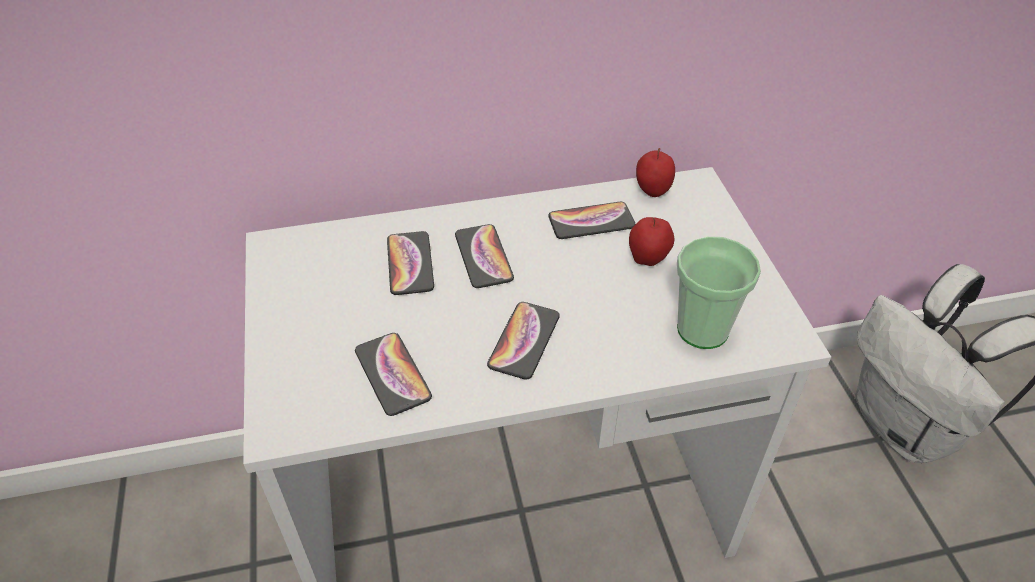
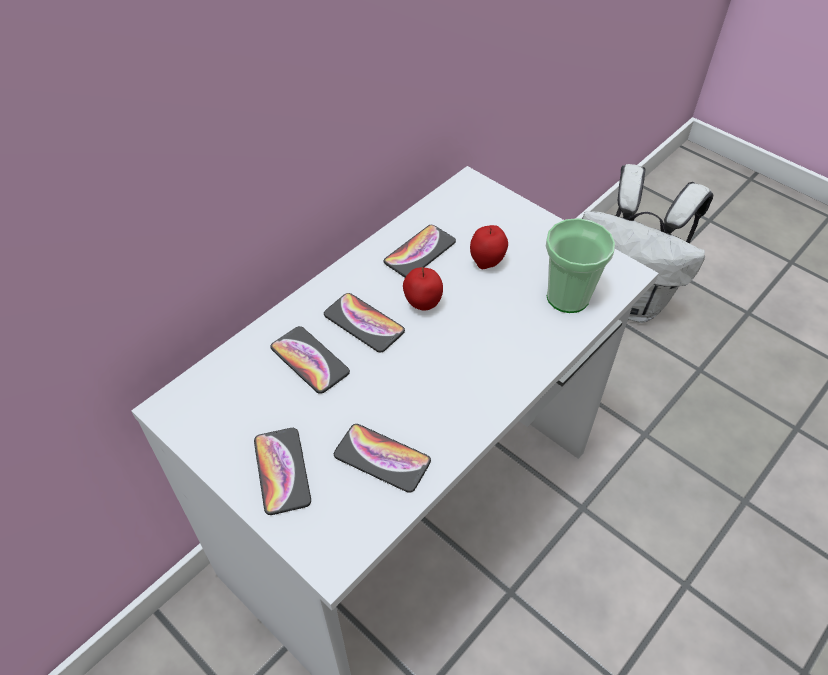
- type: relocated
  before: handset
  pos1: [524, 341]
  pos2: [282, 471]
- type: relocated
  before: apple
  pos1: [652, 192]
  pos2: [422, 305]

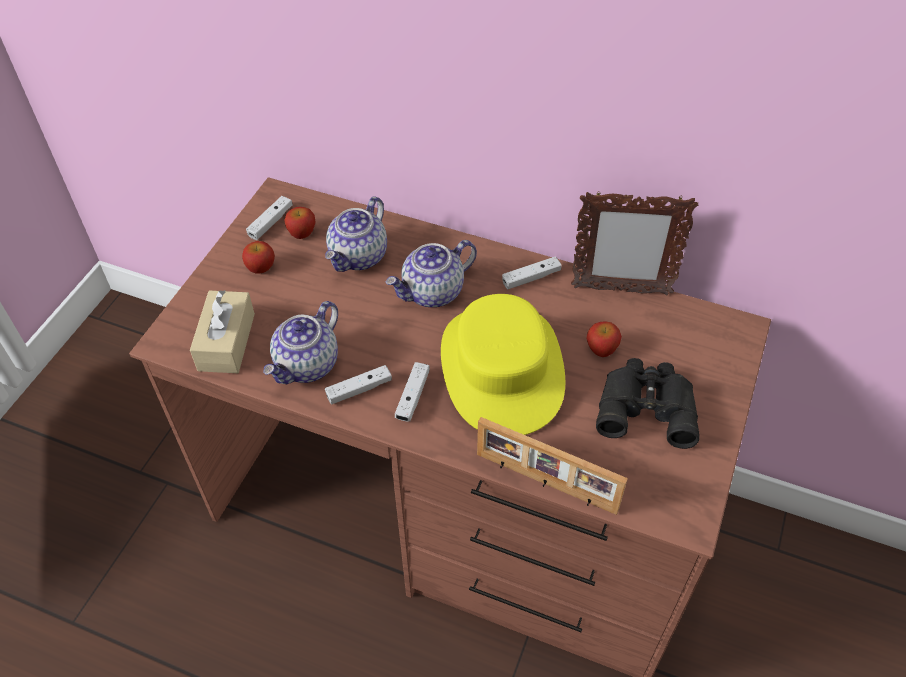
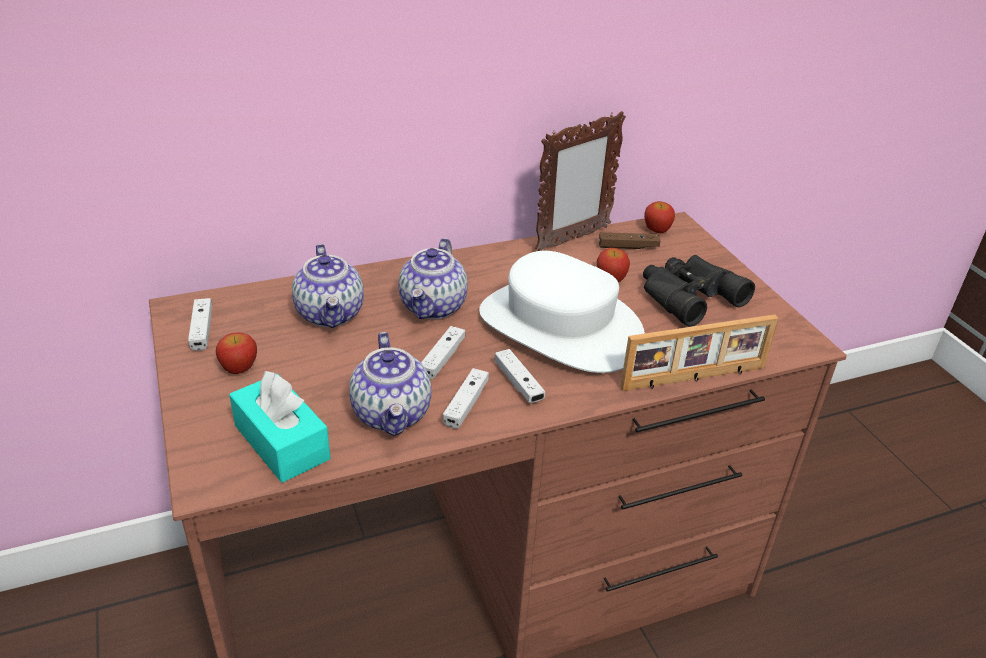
- type: colour
  before: beige-coloured_box_of_tissues
  after: blue-green_box_of_tissues
  pos1: [226, 342]
  pos2: [282, 442]
- type: relocated
  before: apple
  pos1: [302, 233]
  pos2: [657, 230]
- type: colour
  before: yellowish_hat
  after: whitish_hat
  pos1: [501, 368]
  pos2: [559, 327]
- type: relocated
  before: whitish_game_controller
  pos1: [531, 278]
  pos2: [442, 358]
- type: appeared
  after: brown_game_controller
  pos2: [628, 247]

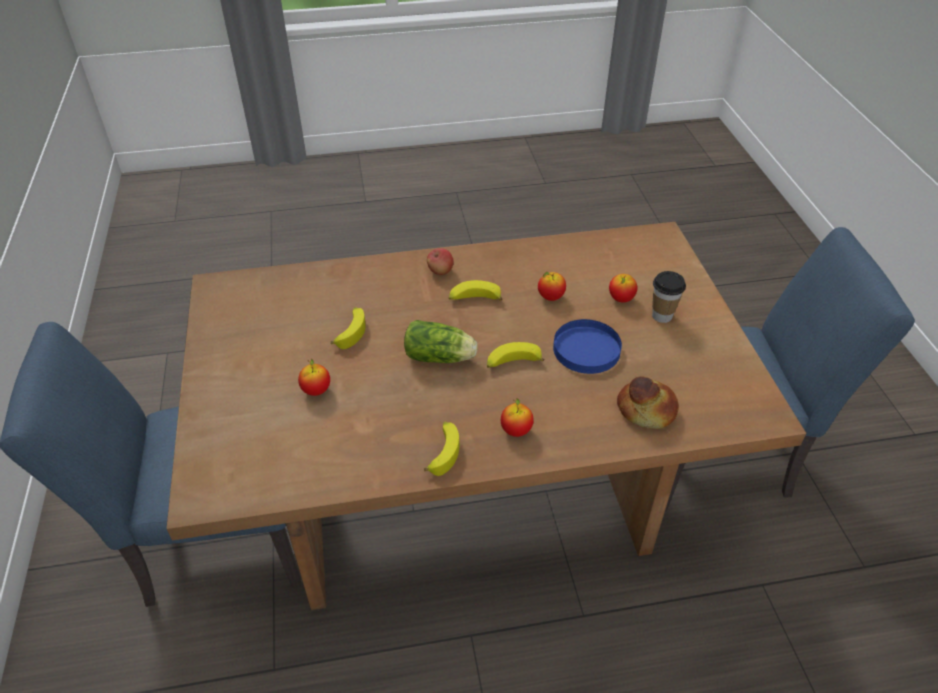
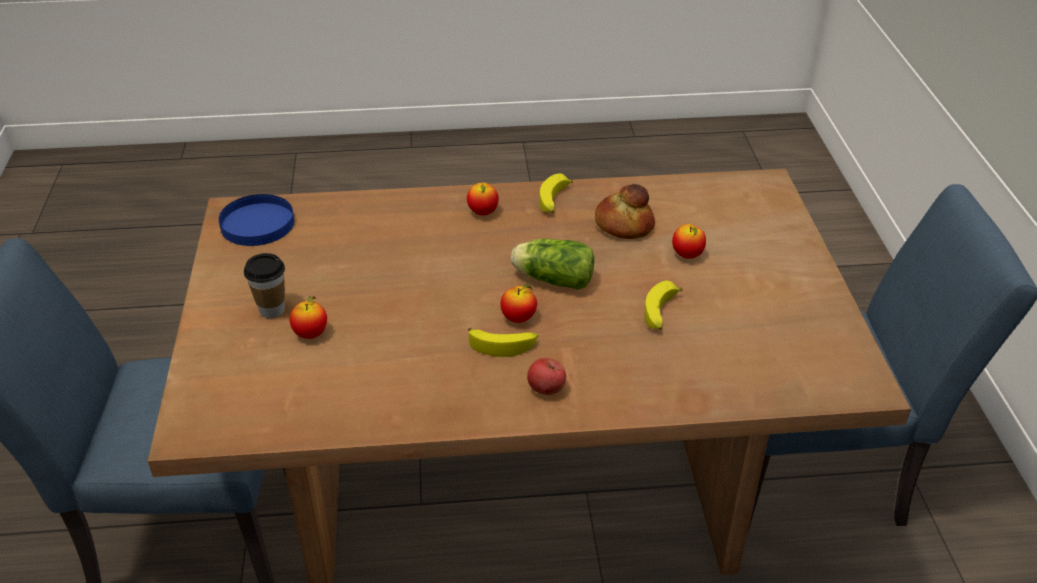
- type: missing
  before: banana_fruit
  pos1: [512, 363]
- type: relocated
  before: apple
  pos1: [550, 297]
  pos2: [518, 318]
- type: relocated
  before: blue-coloured_dinner_plate
  pos1: [587, 349]
  pos2: [257, 223]
- type: relocated
  before: bread
  pos1: [646, 411]
  pos2: [624, 225]

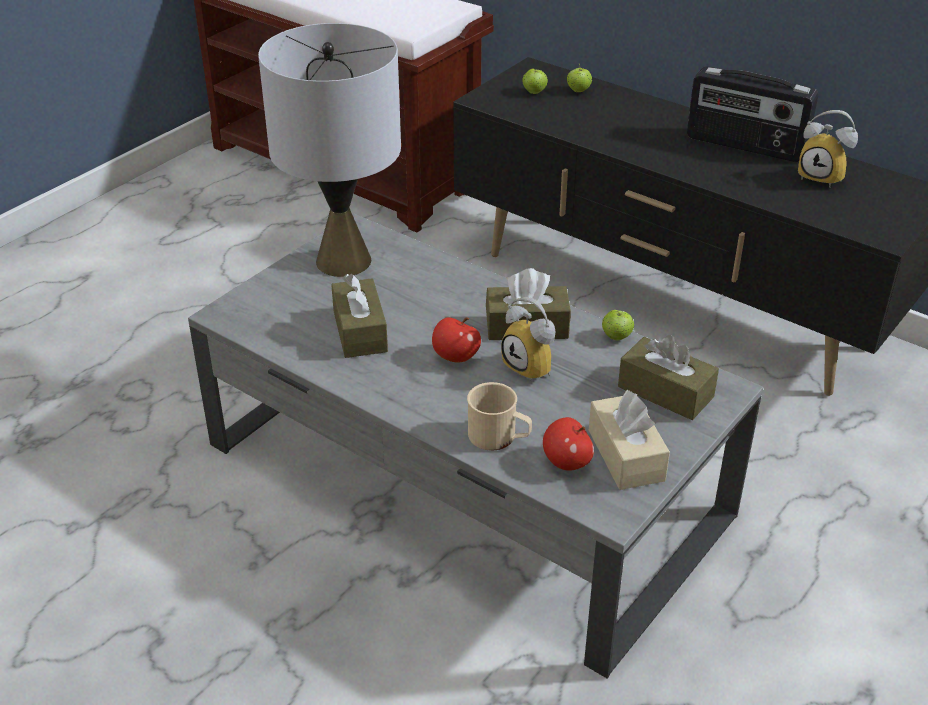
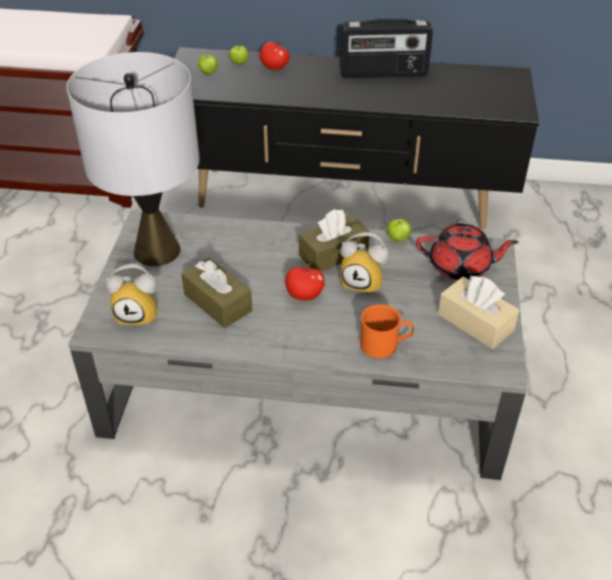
- type: colour
  before: beige-coloured_mug
  after: orange_mug
  pos1: [499, 437]
  pos2: [385, 344]
- type: relocated
  before: apple
  pos1: [567, 462]
  pos2: [274, 68]
- type: exchanged
  before: brown_box_of_tissues
  after: red-coloured_teapot
  pos1: [665, 392]
  pos2: [461, 267]
- type: relocated
  before: alarm_clock
  pos1: [823, 177]
  pos2: [139, 314]

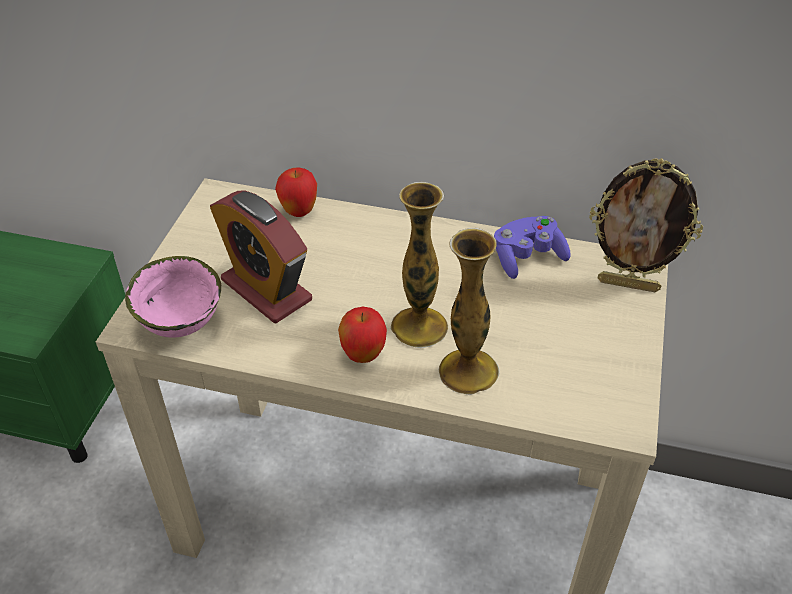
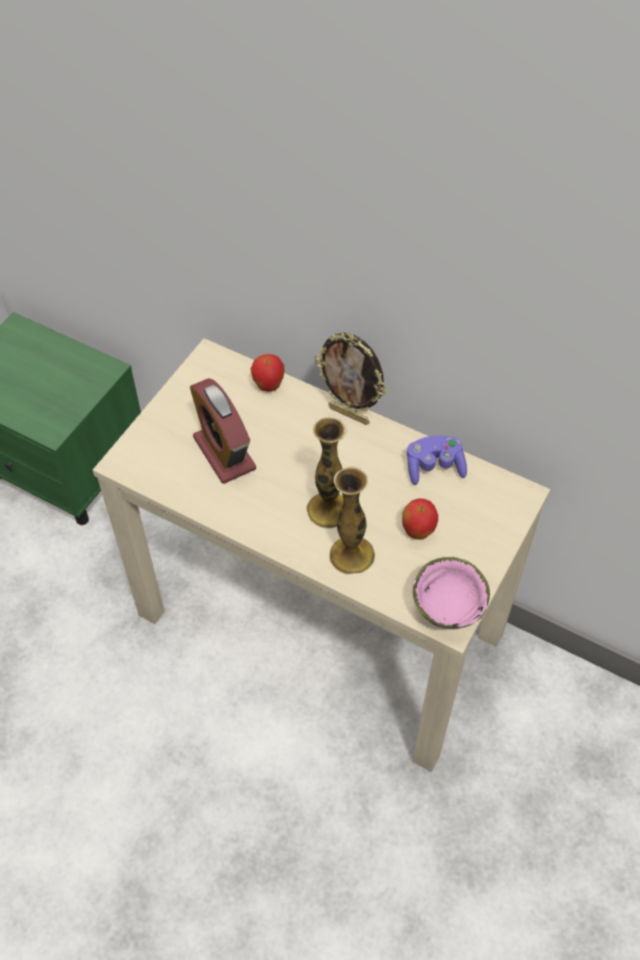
- type: relocated
  before: pinkish_deep_dish
  pos1: [183, 323]
  pos2: [448, 609]
- type: relocated
  before: apple
  pos1: [363, 355]
  pos2: [418, 532]
- type: relocated
  before: picture_frame
  pos1: [628, 284]
  pos2: [350, 414]

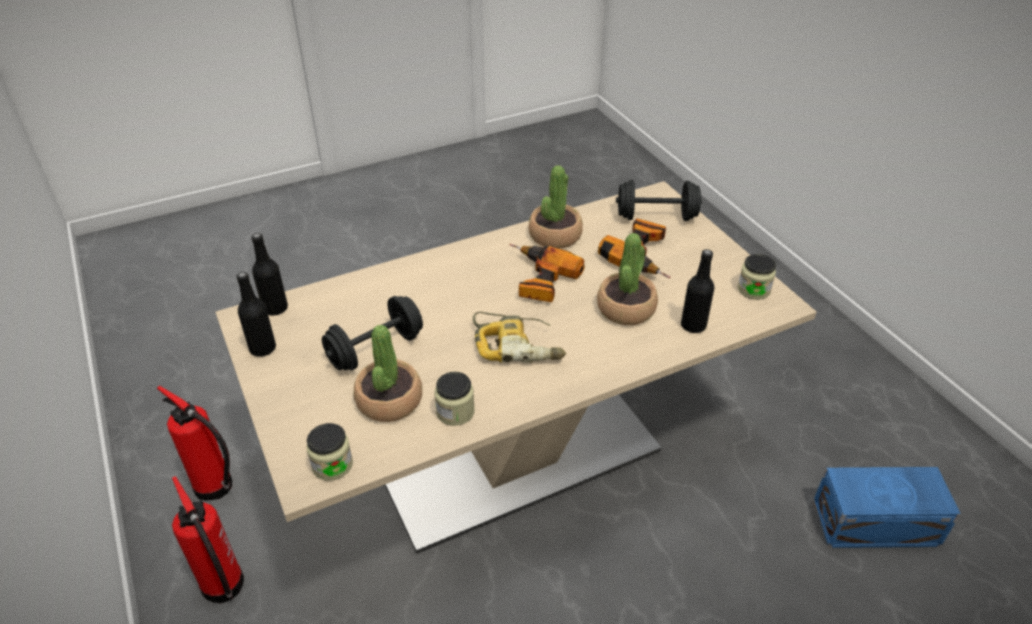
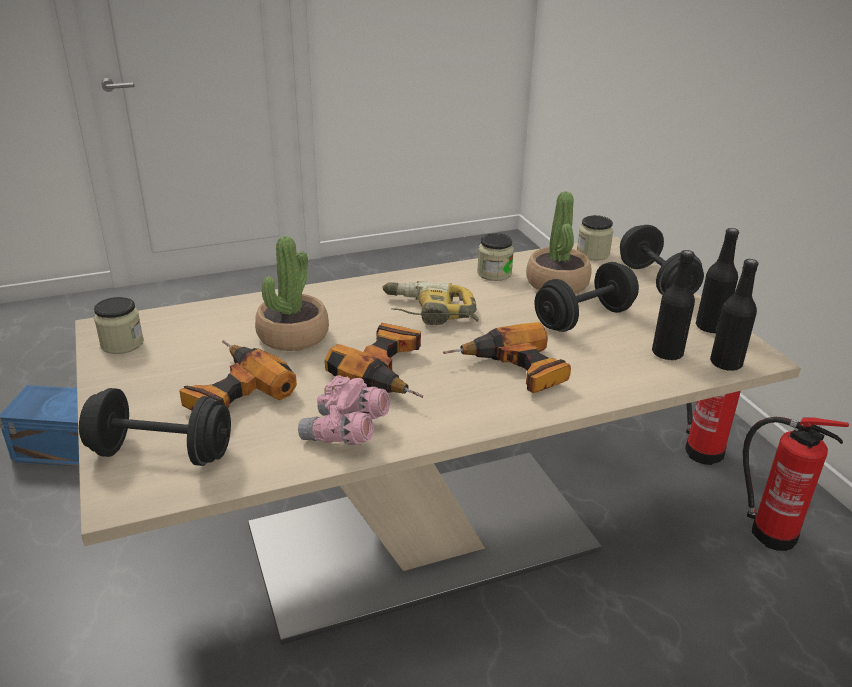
- type: exchanged
  before: houseplant
  after: pinkish_binoculars
  pos1: [555, 235]
  pos2: [345, 433]
- type: relocated
  before: blackish_beverage_bottle
  pos1: [693, 325]
  pos2: [667, 353]
- type: appeared
  after: electric_drill
  pos2: [514, 371]
- type: appeared
  after: blackish_free_weight
  pos2: [656, 282]

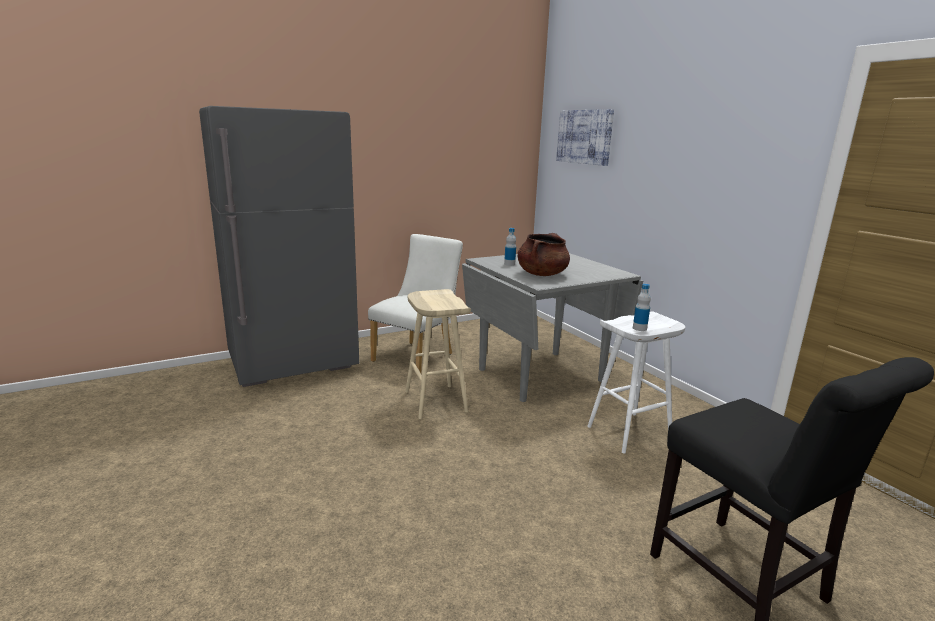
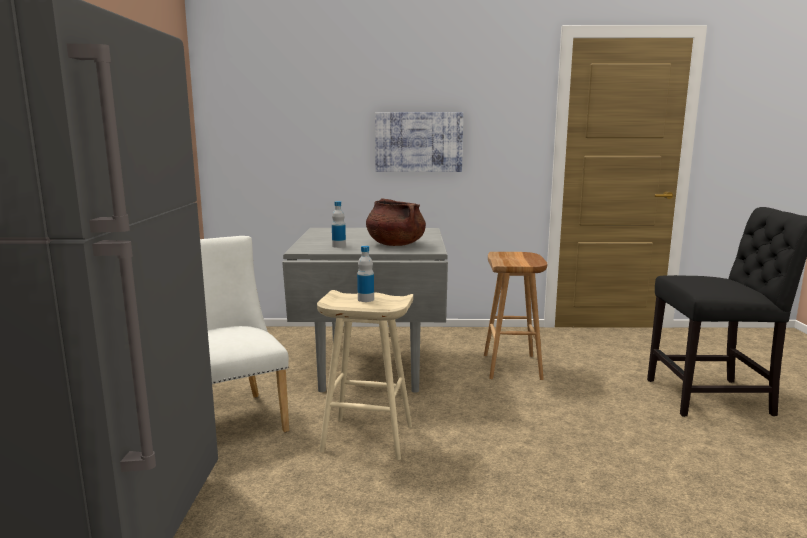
- type: relocated
  before: wall_art
  pos1: [584, 137]
  pos2: [418, 142]
- type: colour
  before: whitish_stool_seat
  after: brown_stool_seat
  pos1: [629, 433]
  pos2: [513, 367]
- type: relocated
  before: beverage_bottle
  pos1: [639, 328]
  pos2: [366, 299]

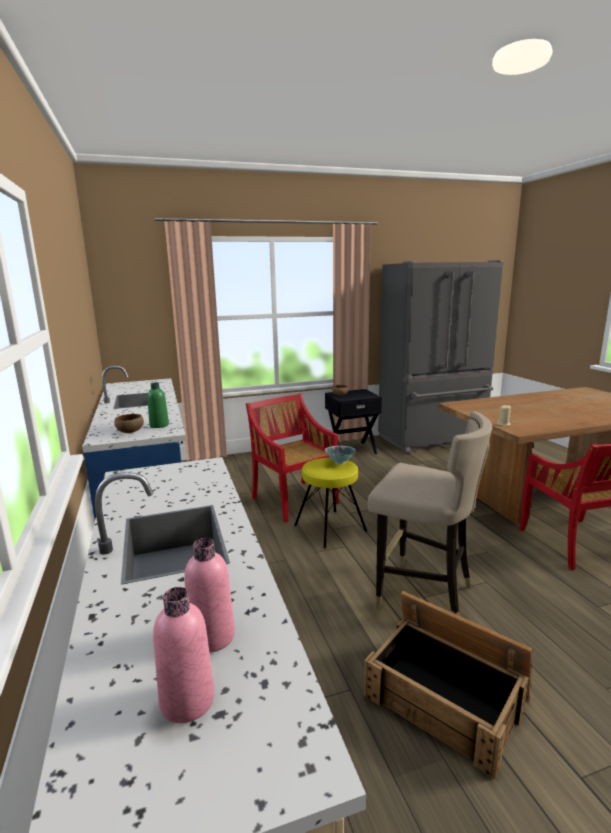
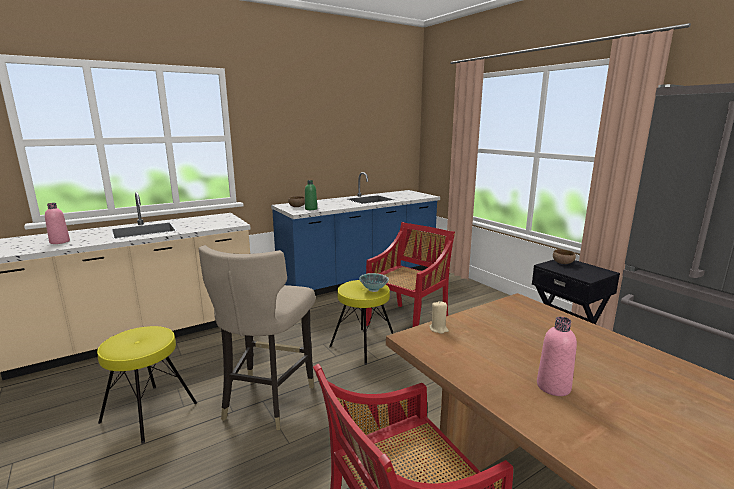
- type: relocated
  before: pinkish_beverage_bottle
  pos1: [187, 700]
  pos2: [553, 387]
- type: exchanged
  before: packing_crate
  after: yellowish_stool_seat
  pos1: [446, 697]
  pos2: [149, 413]

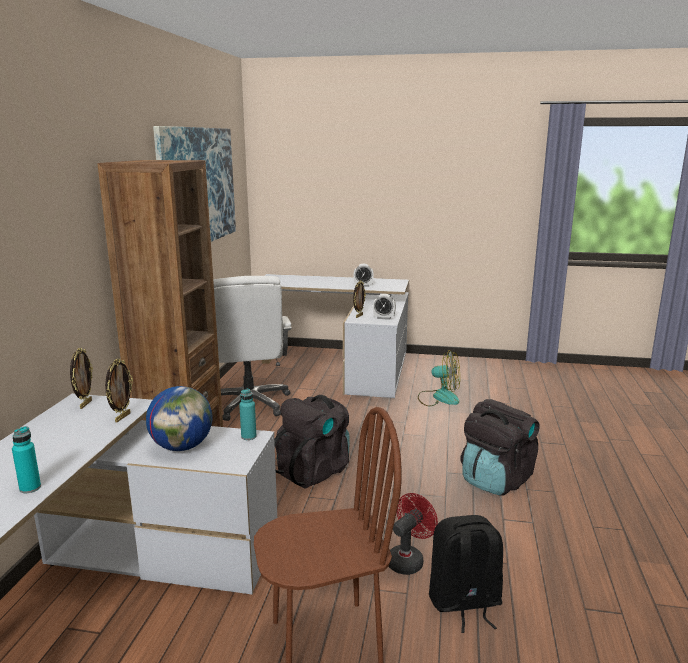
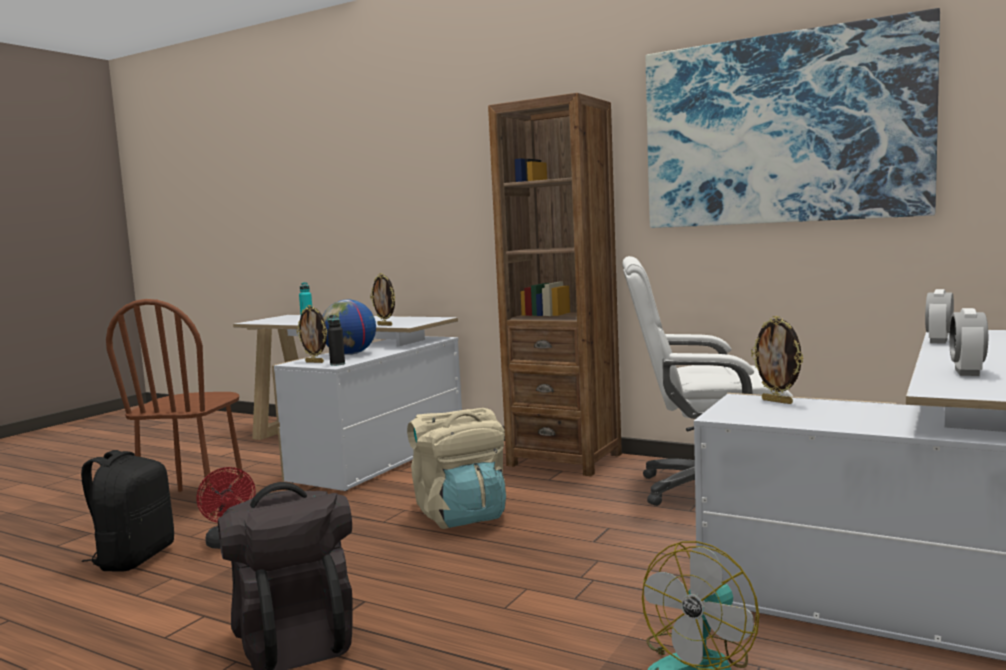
- type: relocated
  before: picture_frame
  pos1: [85, 404]
  pos2: [315, 362]
- type: colour
  before: blue-green_beverage_bottle
  after: blackish_beverage_bottle
  pos1: [248, 436]
  pos2: [337, 364]
- type: colour
  before: blackish_rucksack
  after: beige-coloured_rucksack
  pos1: [314, 471]
  pos2: [461, 516]
- type: relocated
  before: alarm_clock
  pos1: [384, 318]
  pos2: [938, 341]

